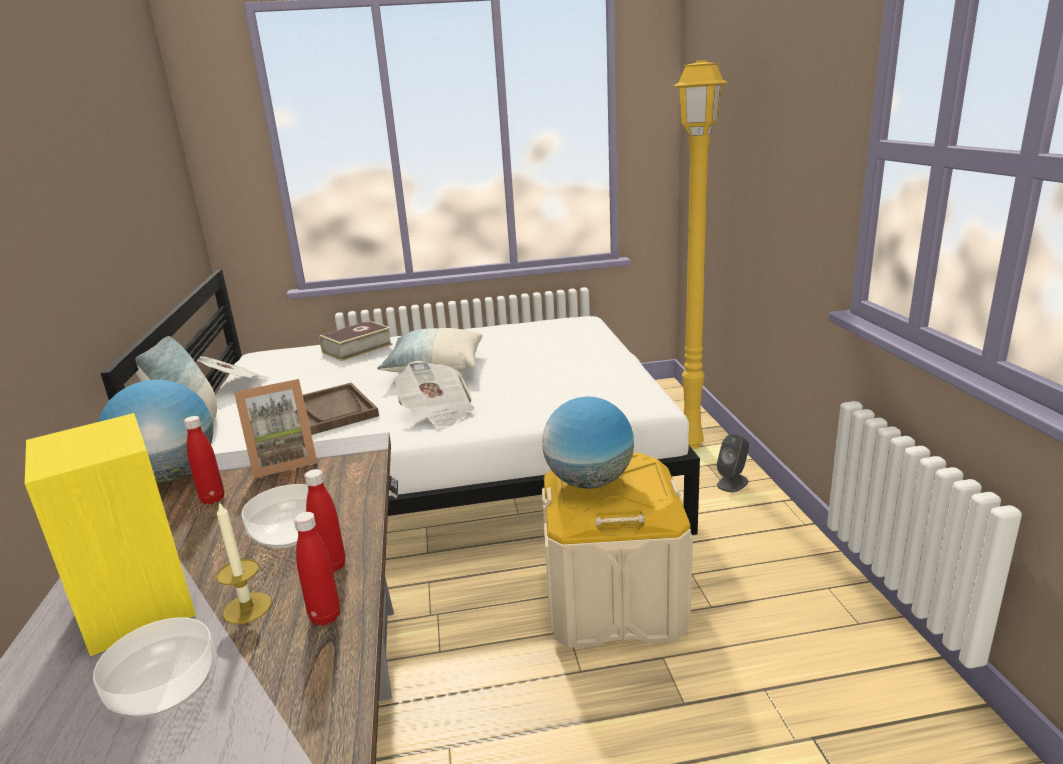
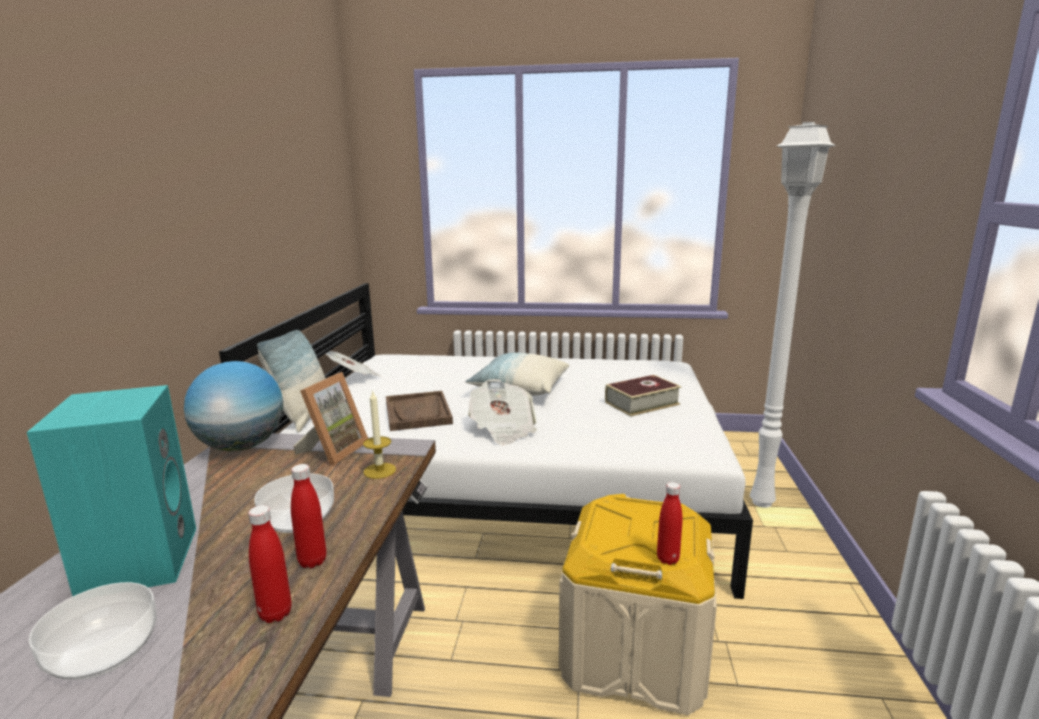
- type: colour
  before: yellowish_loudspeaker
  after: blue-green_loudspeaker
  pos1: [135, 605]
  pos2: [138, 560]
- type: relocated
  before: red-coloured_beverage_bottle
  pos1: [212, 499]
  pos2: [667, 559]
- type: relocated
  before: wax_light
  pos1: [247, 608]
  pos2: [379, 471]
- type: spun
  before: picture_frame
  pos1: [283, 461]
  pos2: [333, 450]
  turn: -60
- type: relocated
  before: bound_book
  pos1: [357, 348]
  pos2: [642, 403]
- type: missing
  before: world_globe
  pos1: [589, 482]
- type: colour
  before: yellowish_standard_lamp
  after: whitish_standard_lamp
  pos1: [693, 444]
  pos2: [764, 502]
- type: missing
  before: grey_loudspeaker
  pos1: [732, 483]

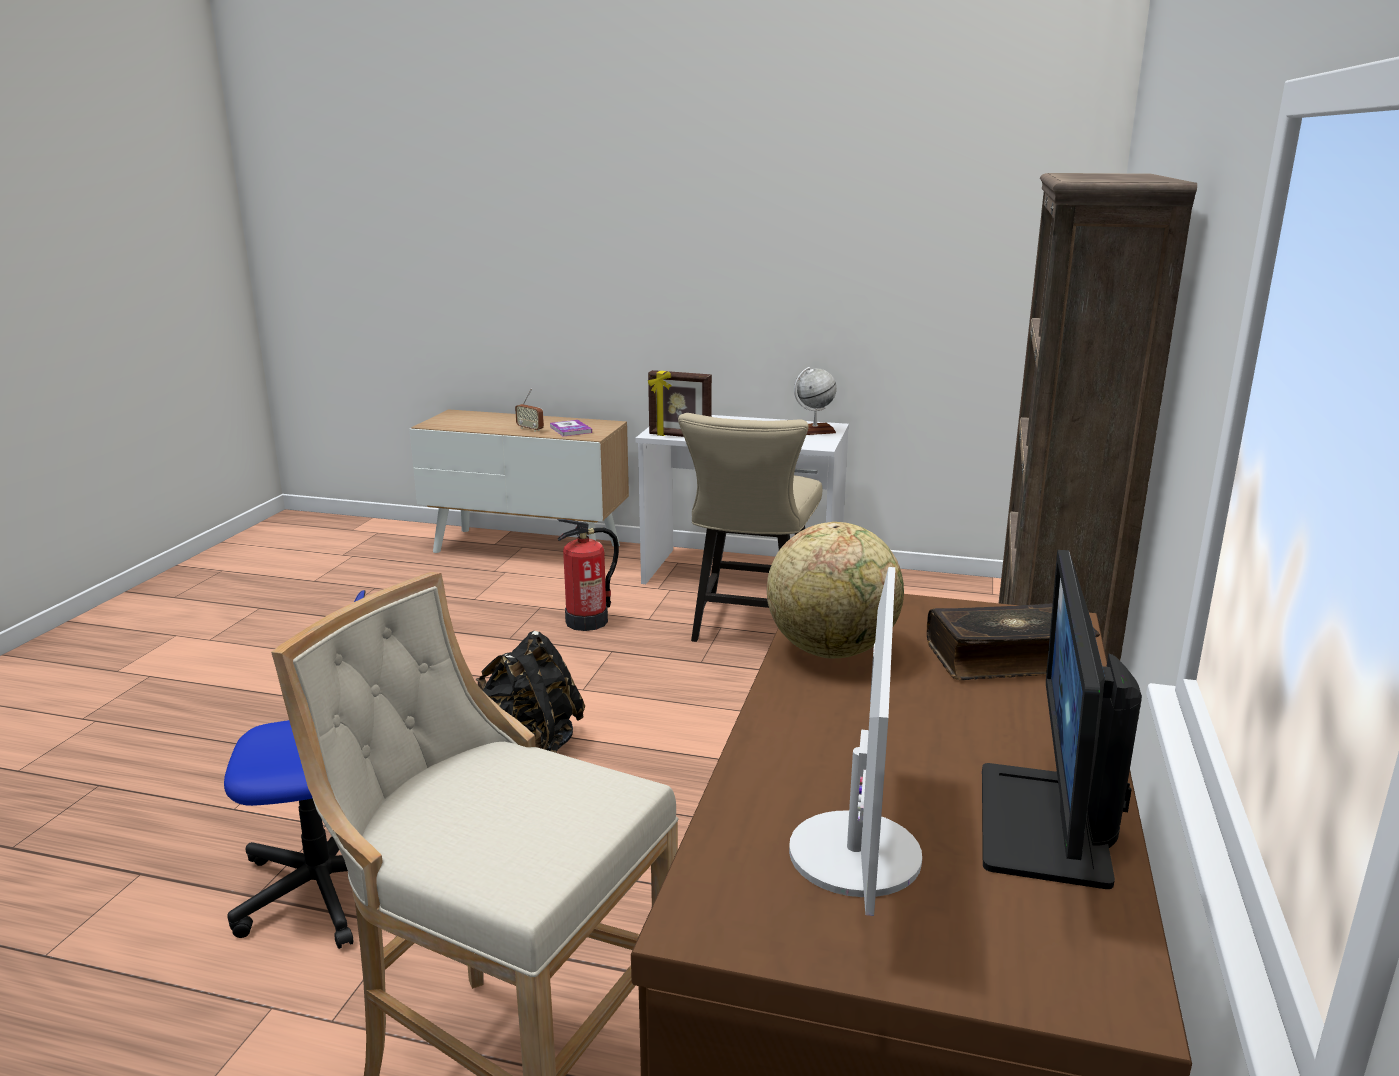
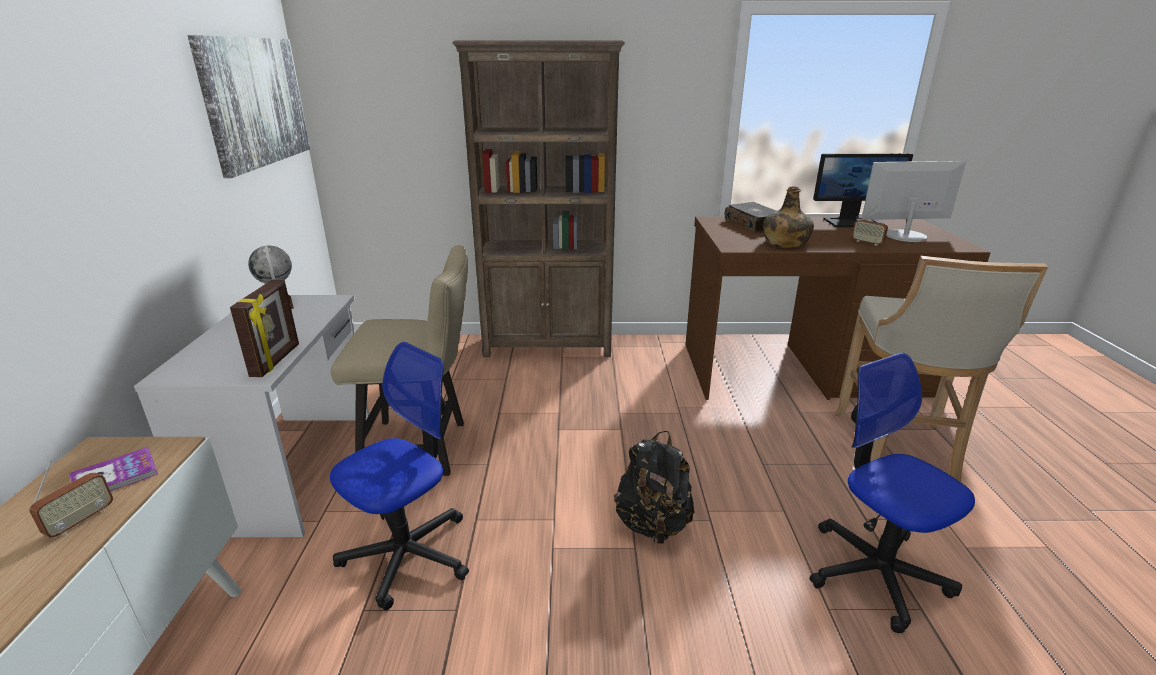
- type: exchanged
  before: extinguisher
  after: desk_chair
  pos1: [587, 621]
  pos2: [407, 554]
- type: exchanged
  before: world_globe
  after: green_beverage_bottle
  pos1: [832, 650]
  pos2: [784, 243]
- type: appeared
  after: wall_art
  pos2: [256, 102]
- type: appeared
  after: radio
  pos2: [867, 243]

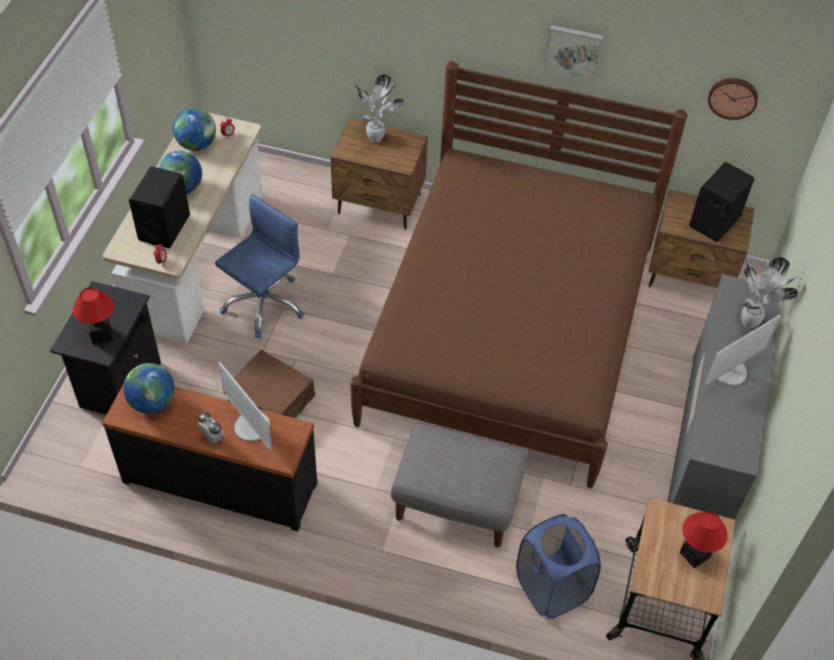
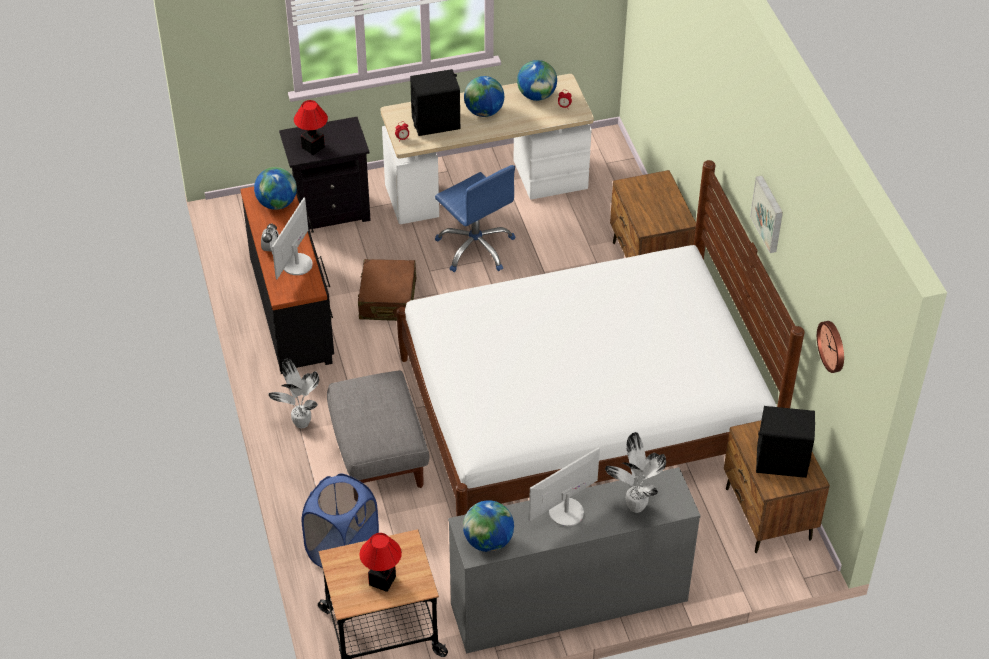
- type: spun
  before: blue-coloured_desk_chair
  pos1: [263, 304]
  pos2: [476, 247]
  turn: 45
- type: colour
  before: brown_bed
  after: whitish_bed
  pos1: [509, 331]
  pos2: [583, 412]
- type: relocated
  before: houseplant
  pos1: [376, 139]
  pos2: [301, 424]
- type: spun
  before: monitor
  pos1: [729, 371]
  pos2: [565, 512]
  turn: 120
- type: appeared
  after: world_globe
  pos2: [488, 541]

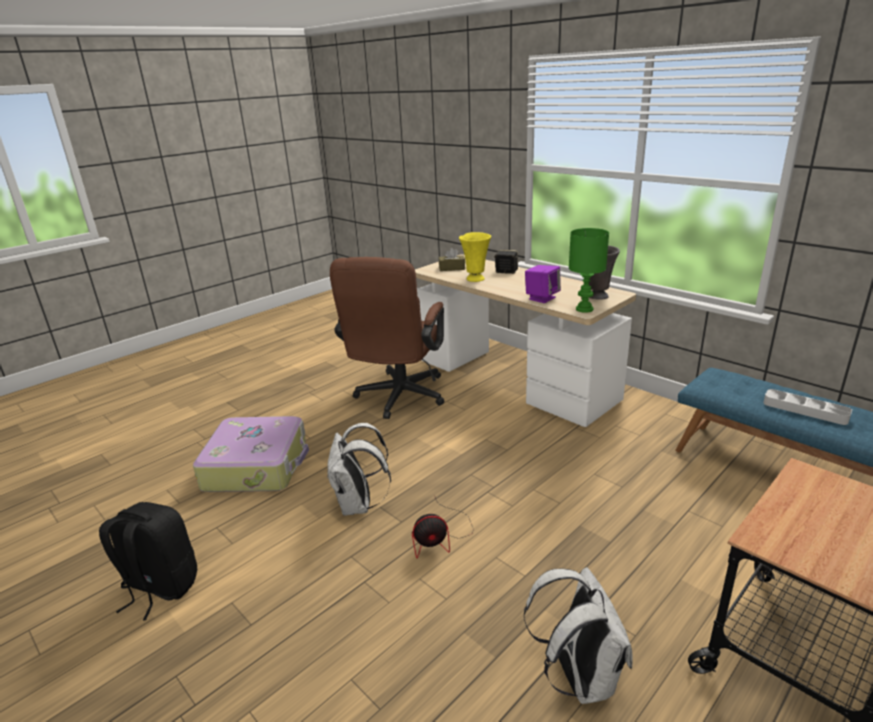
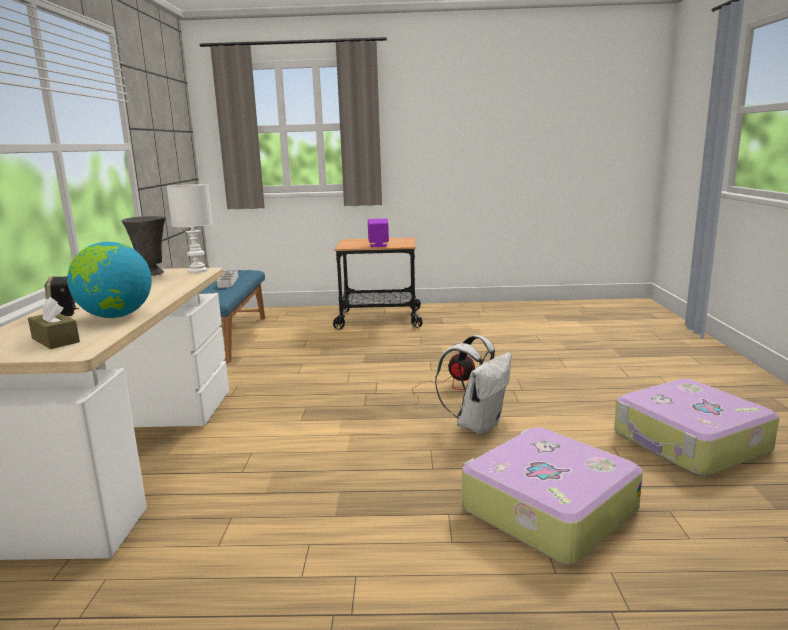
- type: exchanged
  before: blackish_rucksack
  after: suitcase
  pos1: [160, 587]
  pos2: [690, 443]
- type: missing
  before: brown_desk_chair
  pos1: [398, 399]
- type: exchanged
  before: yellowish_decorative_vase
  after: world_globe
  pos1: [475, 279]
  pos2: [116, 316]
- type: missing
  before: whitish_rucksack
  pos1: [578, 676]
- type: relocated
  before: purplish_loudspeaker
  pos1: [542, 298]
  pos2: [378, 245]
- type: colour
  before: green_lamp_for_a_table
  after: whitish_lamp_for_a_table
  pos1: [584, 309]
  pos2: [198, 271]

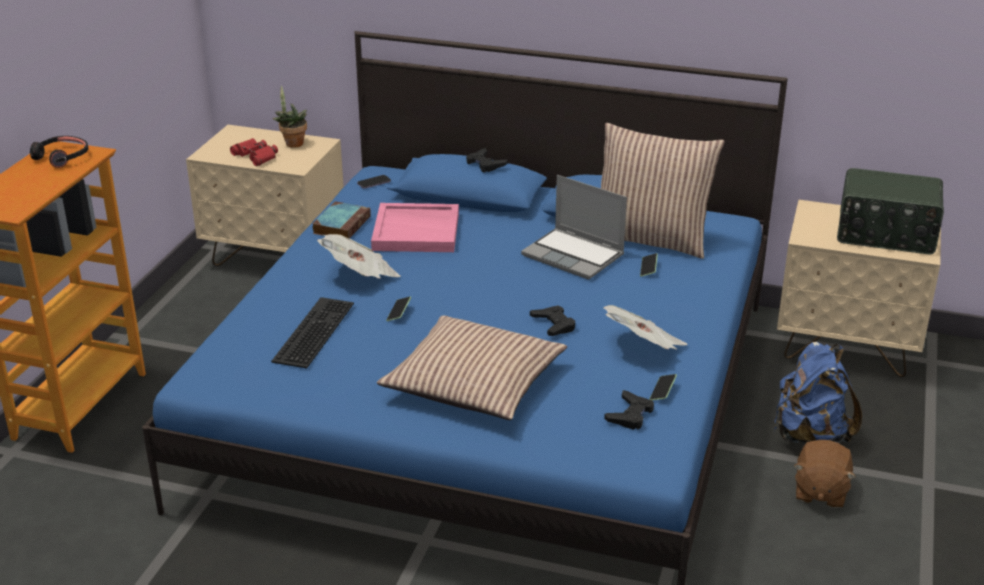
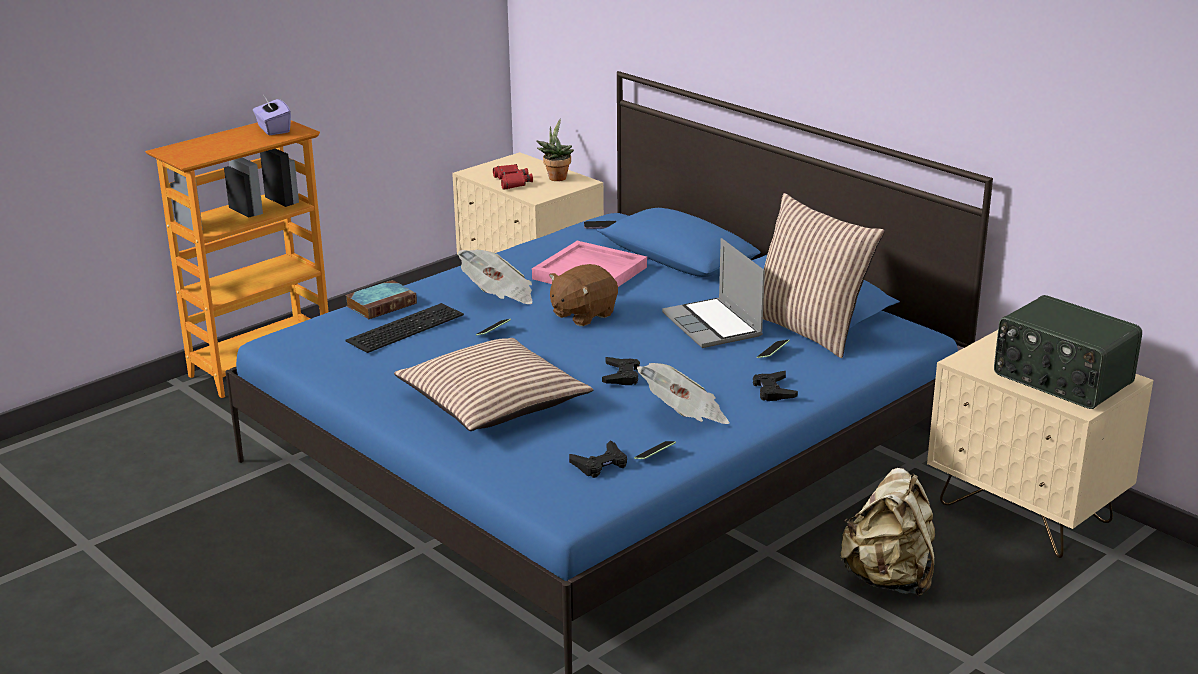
- type: exchanged
  before: blackish_pair_of_headphones
  after: purplish_box_of_tissues
  pos1: [62, 157]
  pos2: [273, 129]
- type: relocated
  before: bound_book
  pos1: [342, 224]
  pos2: [382, 304]
- type: relocated
  before: blackish_game_controller
  pos1: [485, 164]
  pos2: [773, 391]
- type: colour
  before: blue-coloured_rucksack
  after: beige-coloured_rucksack
  pos1: [810, 435]
  pos2: [888, 579]
- type: relocated
  before: brown_soft_toy
  pos1: [820, 491]
  pos2: [582, 314]

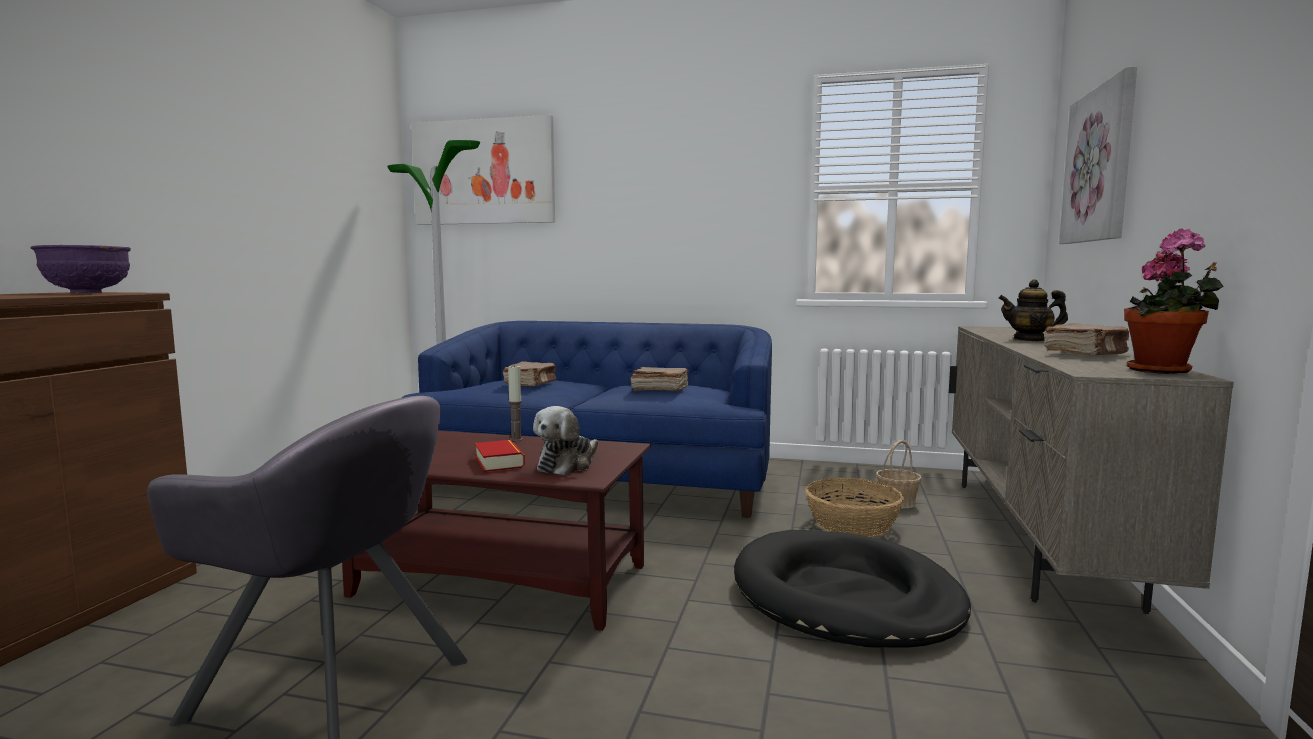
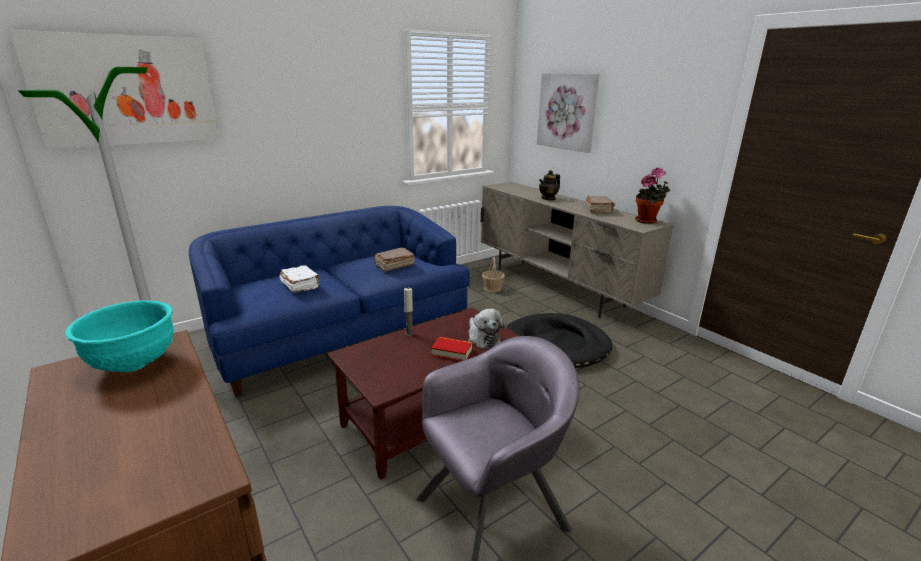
- type: colour
  before: purplish_deep_dish
  after: blue-green_deep_dish
  pos1: [87, 293]
  pos2: [133, 364]
- type: colour
  before: brown_bound_book
  after: whitish_bound_book
  pos1: [531, 384]
  pos2: [300, 286]
- type: missing
  before: basket
  pos1: [851, 525]

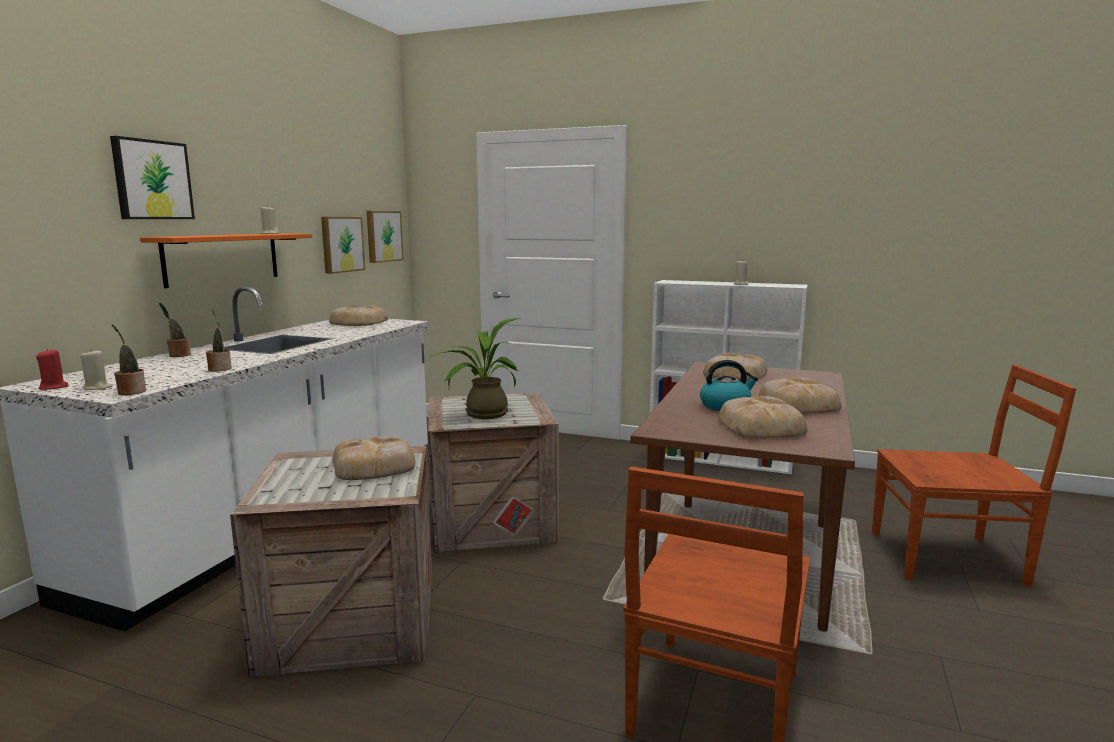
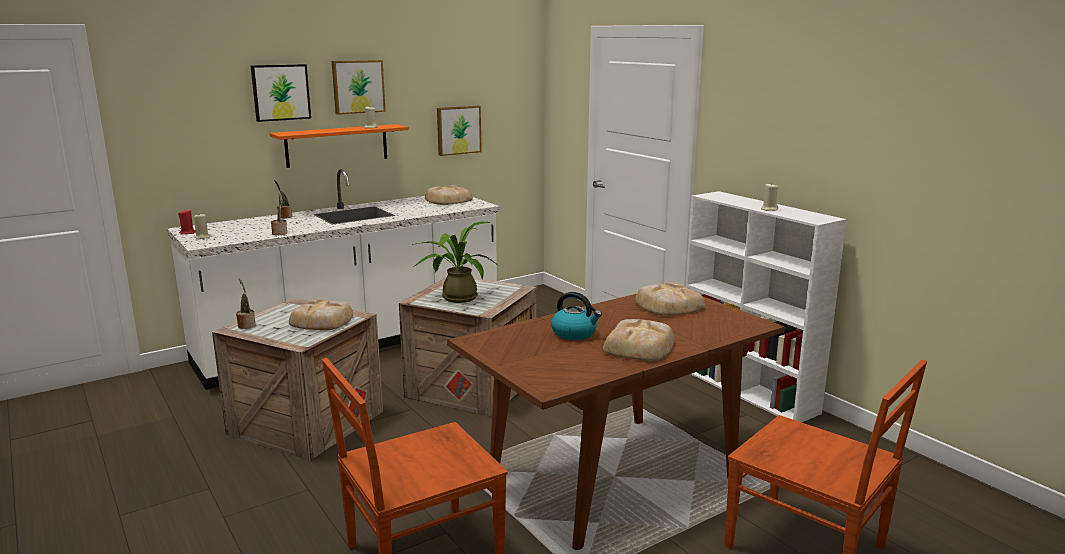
- type: relocated
  before: houseplant
  pos1: [131, 392]
  pos2: [246, 325]
- type: relocated
  before: wall_art
  pos1: [383, 236]
  pos2: [358, 86]
- type: missing
  before: bread
  pos1: [761, 426]

